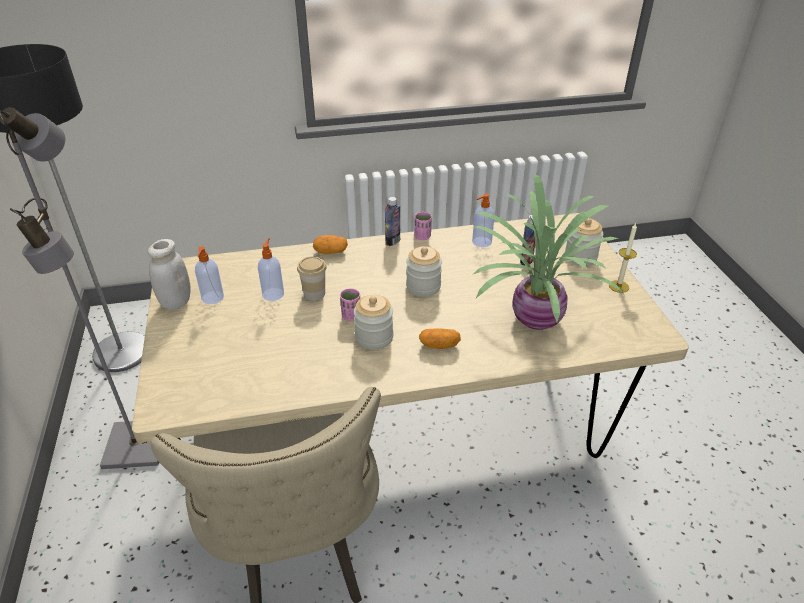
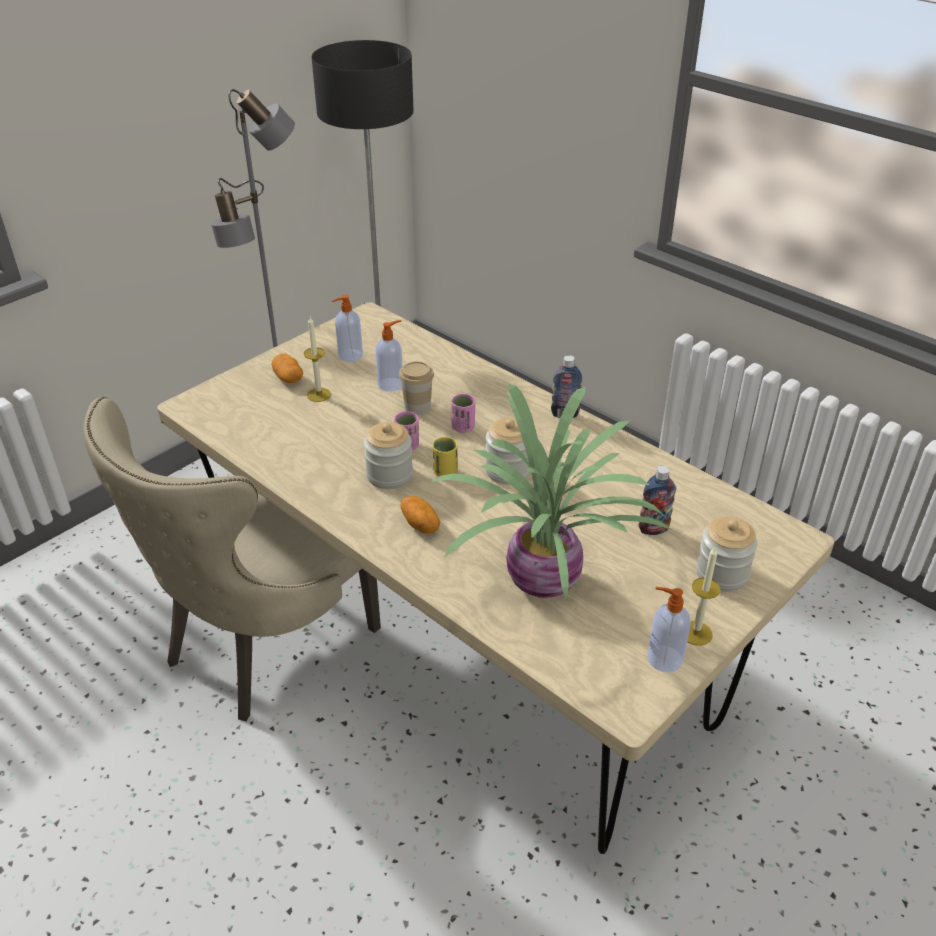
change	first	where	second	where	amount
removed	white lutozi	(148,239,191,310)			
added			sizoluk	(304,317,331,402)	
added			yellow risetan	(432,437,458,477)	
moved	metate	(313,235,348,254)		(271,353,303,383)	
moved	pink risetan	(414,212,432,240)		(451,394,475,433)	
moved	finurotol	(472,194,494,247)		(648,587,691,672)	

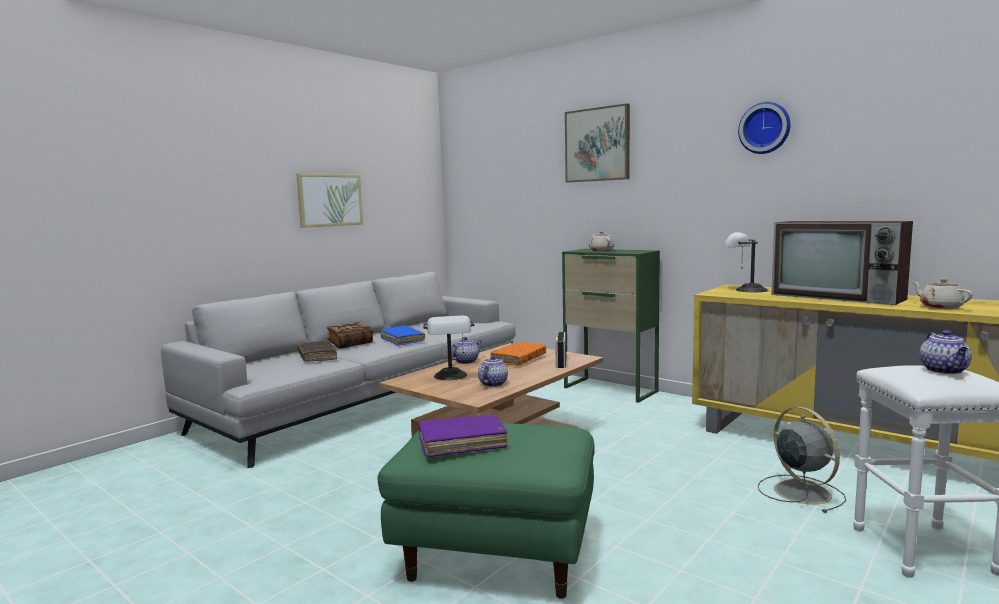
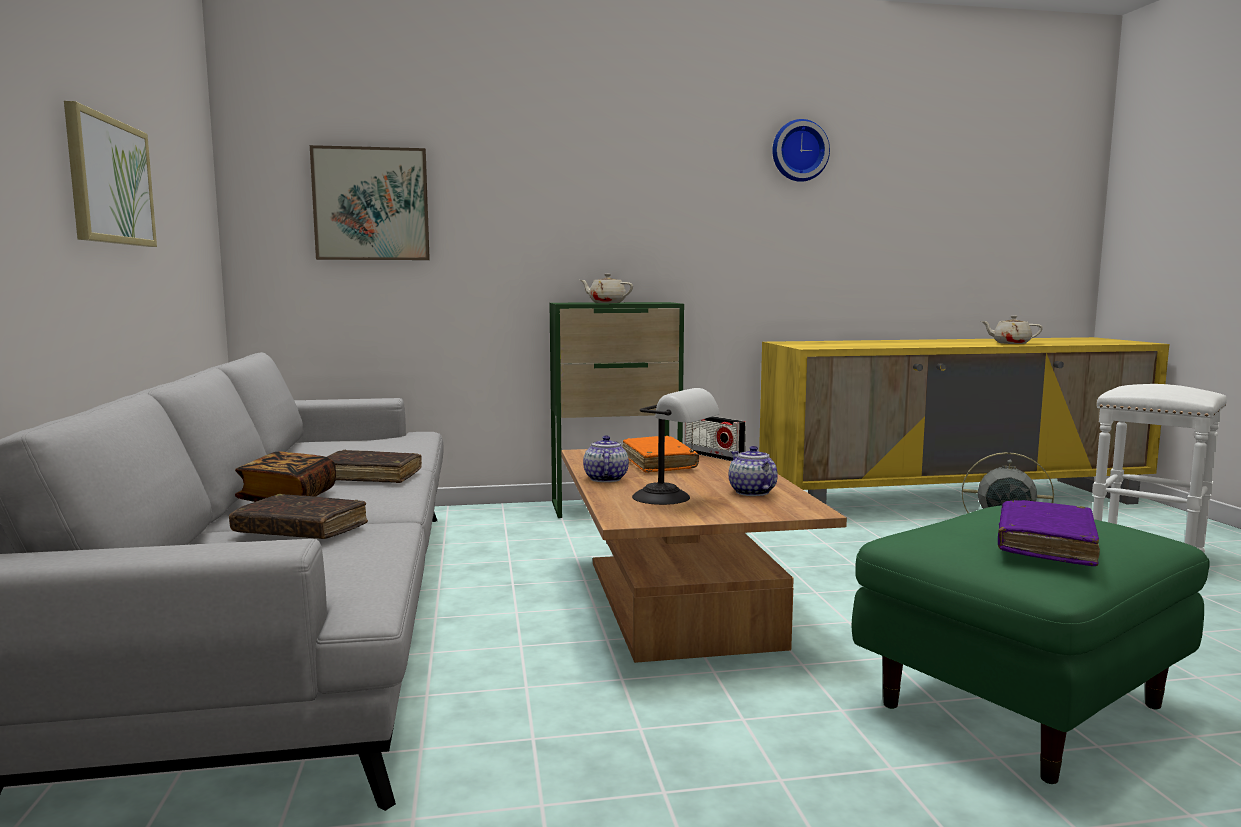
change	first	where	second	where	amount
removed	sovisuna	(724,232,769,292)			
removed	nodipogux	(771,221,913,305)			
removed	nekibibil	(920,330,972,374)			
moved	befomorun	(565,103,630,182)		(310,145,430,260)	
recoloured	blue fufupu	(381,326,425,346)	brown fufupu	(327,449,422,483)	

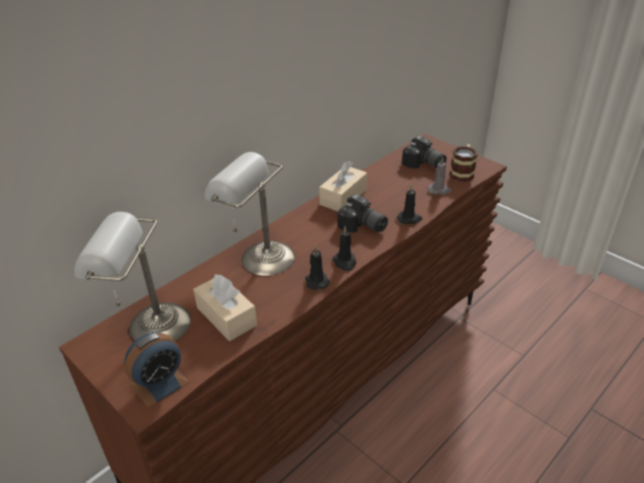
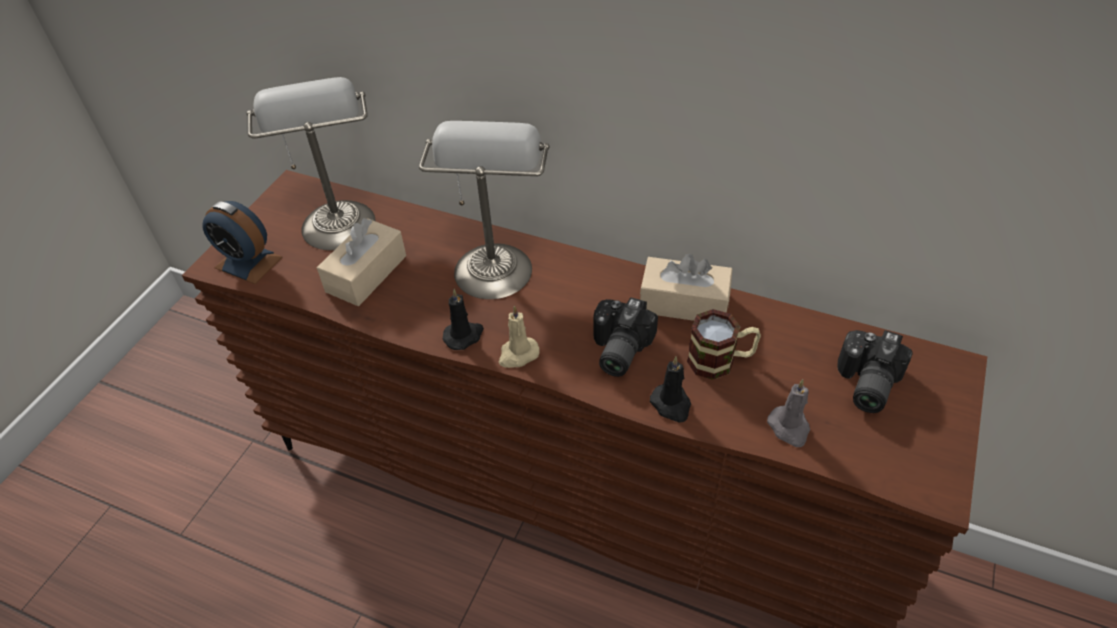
change	first	where	second	where	amount
moved	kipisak	(450,144,478,182)		(687,309,761,380)	
recoloured	black sizoluk	(332,226,356,271)	beige sizoluk	(499,306,540,368)	

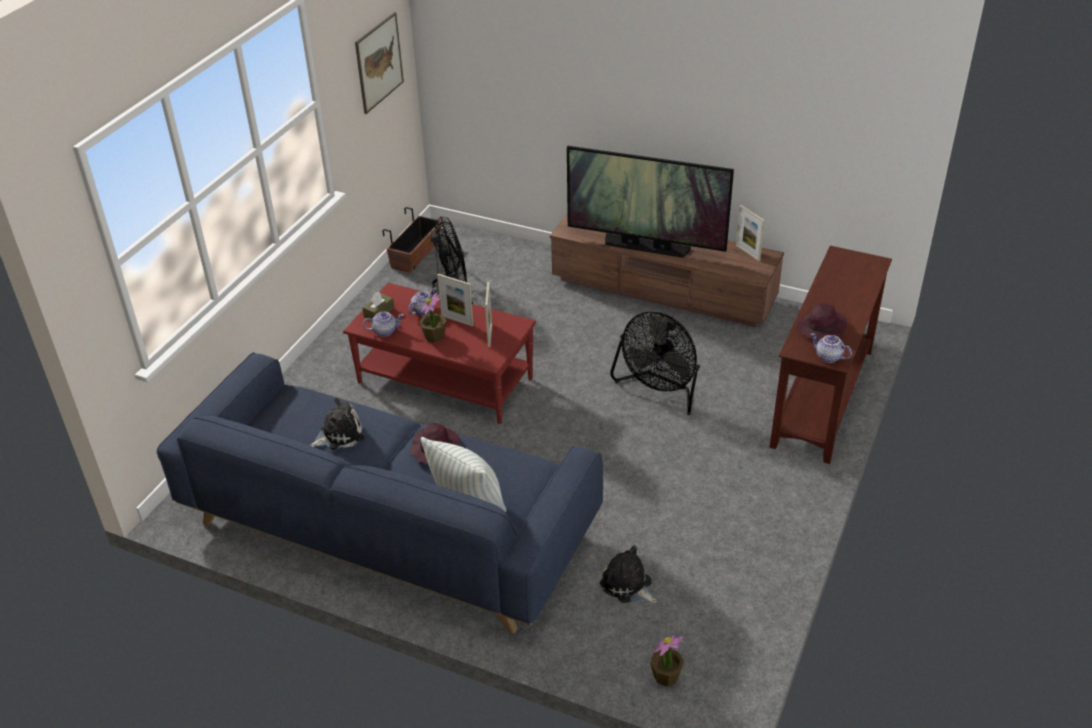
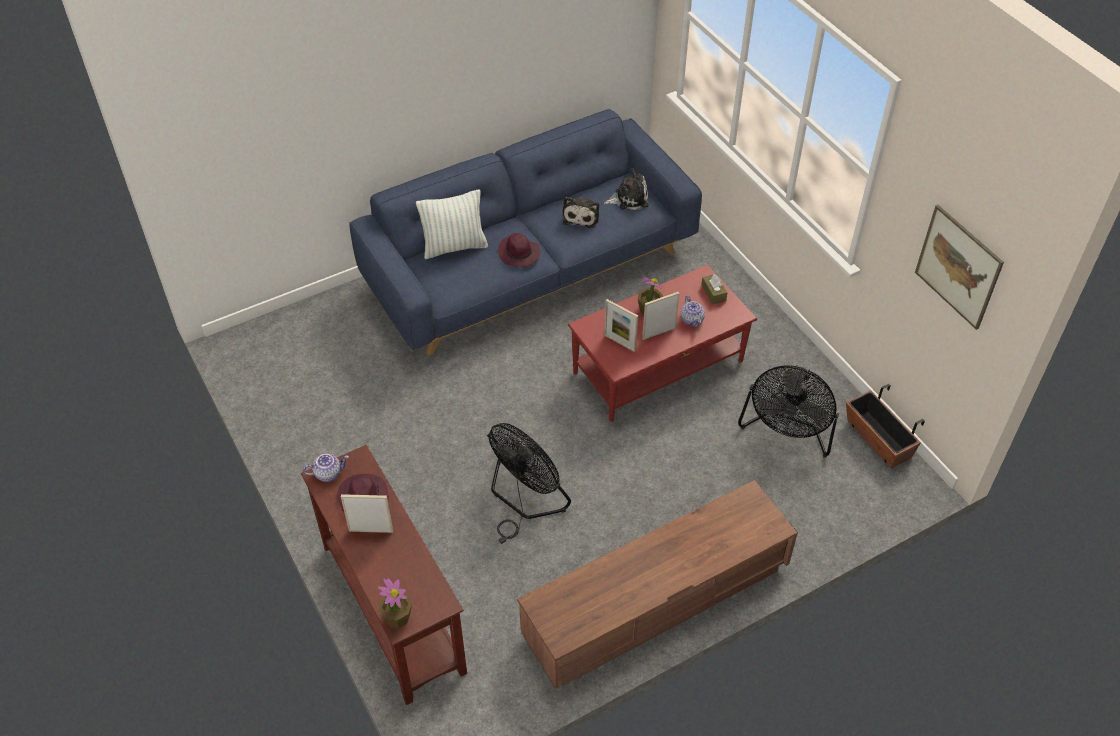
change	first	where	second	where	amount
removed	nekibibil	(363,311,404,337)			
removed	nodipogux	(567,146,734,258)			
moved	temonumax	(600,545,657,603)		(604,168,649,210)	
moved	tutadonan	(650,635,685,687)		(378,578,412,628)	
moved	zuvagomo	(736,205,765,261)		(341,494,393,533)	
turned	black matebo	(610,312,700,415)		(487,423,571,544)	60 degrees clockwise

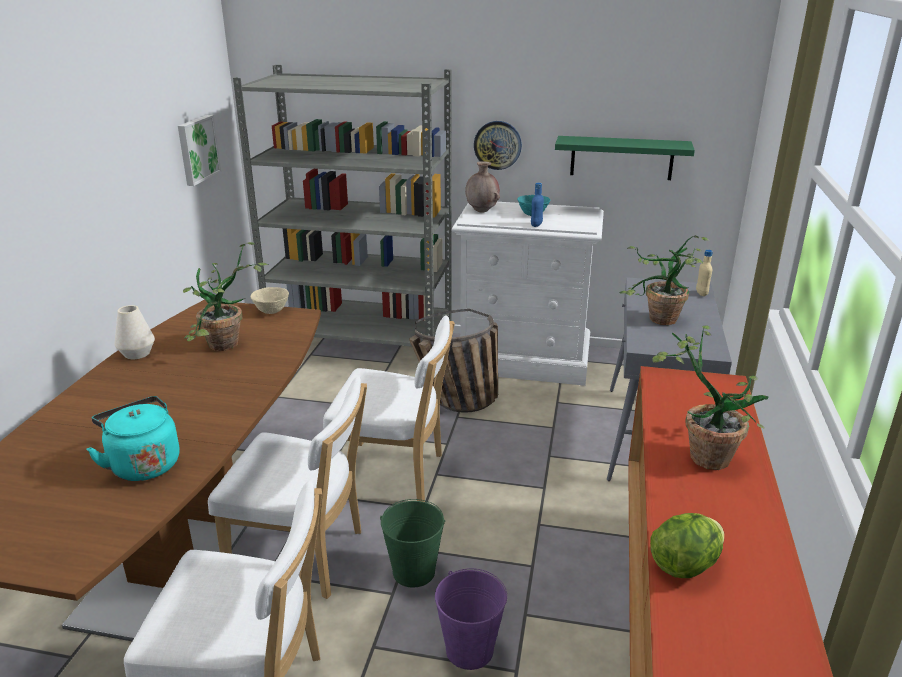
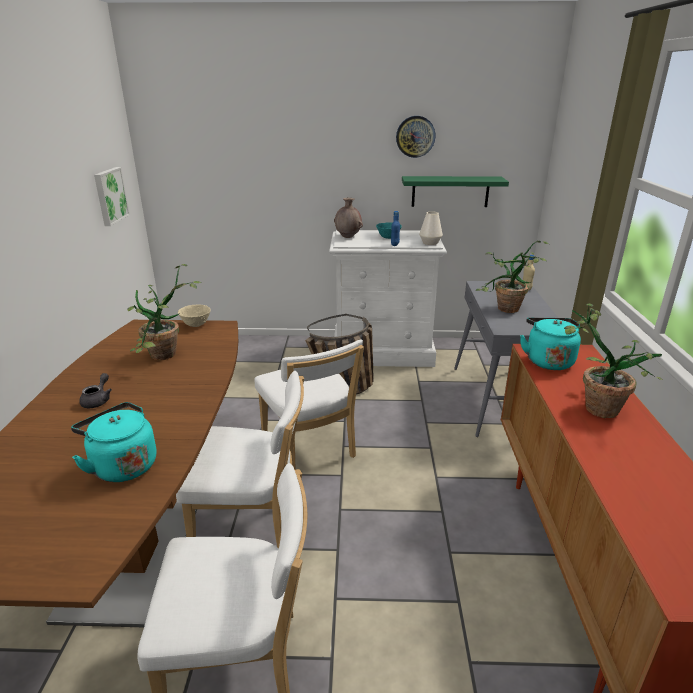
change	first	where	second	where	amount
removed	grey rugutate	(233,65,452,347)			
removed	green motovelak	(380,499,445,588)			
removed	purple motovelak	(435,568,507,670)			
removed	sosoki	(650,513,724,578)			
added			grey nekibibil	(79,373,112,408)	
added			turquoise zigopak	(520,318,581,370)	
moved	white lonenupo	(114,305,155,359)		(419,211,443,245)	
moved	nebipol	(474,121,522,170)		(396,116,435,158)	
turned	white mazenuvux	(323,315,455,502)		(254,340,364,470)	60 degrees clockwise

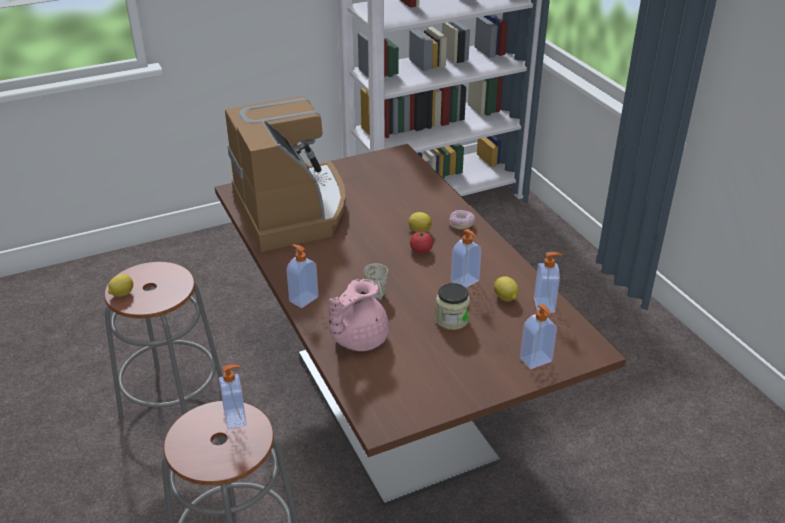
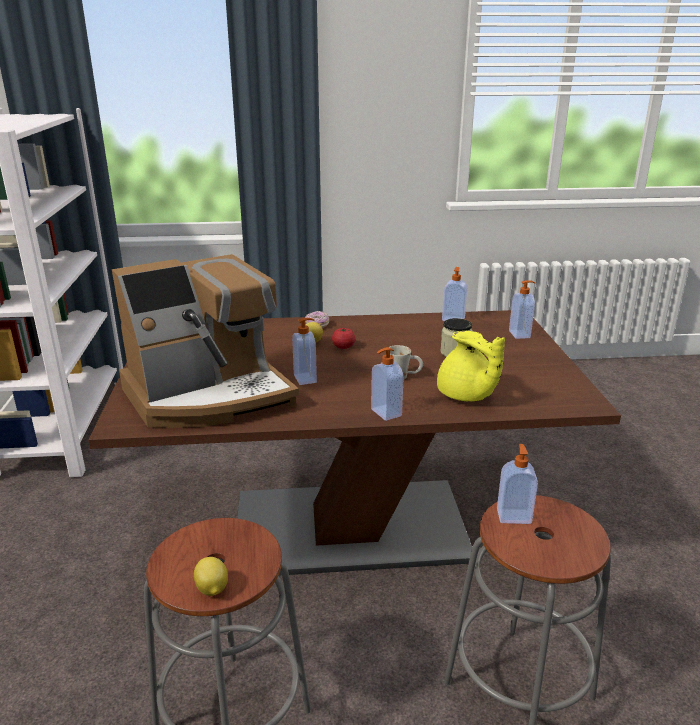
change	first	where	second	where	amount
removed	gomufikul	(494,276,519,301)			
moved	finurotol	(451,229,482,288)		(292,318,317,385)	
recoloured	pink nekibibil	(329,279,389,351)	yellow nekibibil	(437,331,505,401)	
turned	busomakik	(225,96,346,252)		(112,254,299,428)	150 degrees clockwise

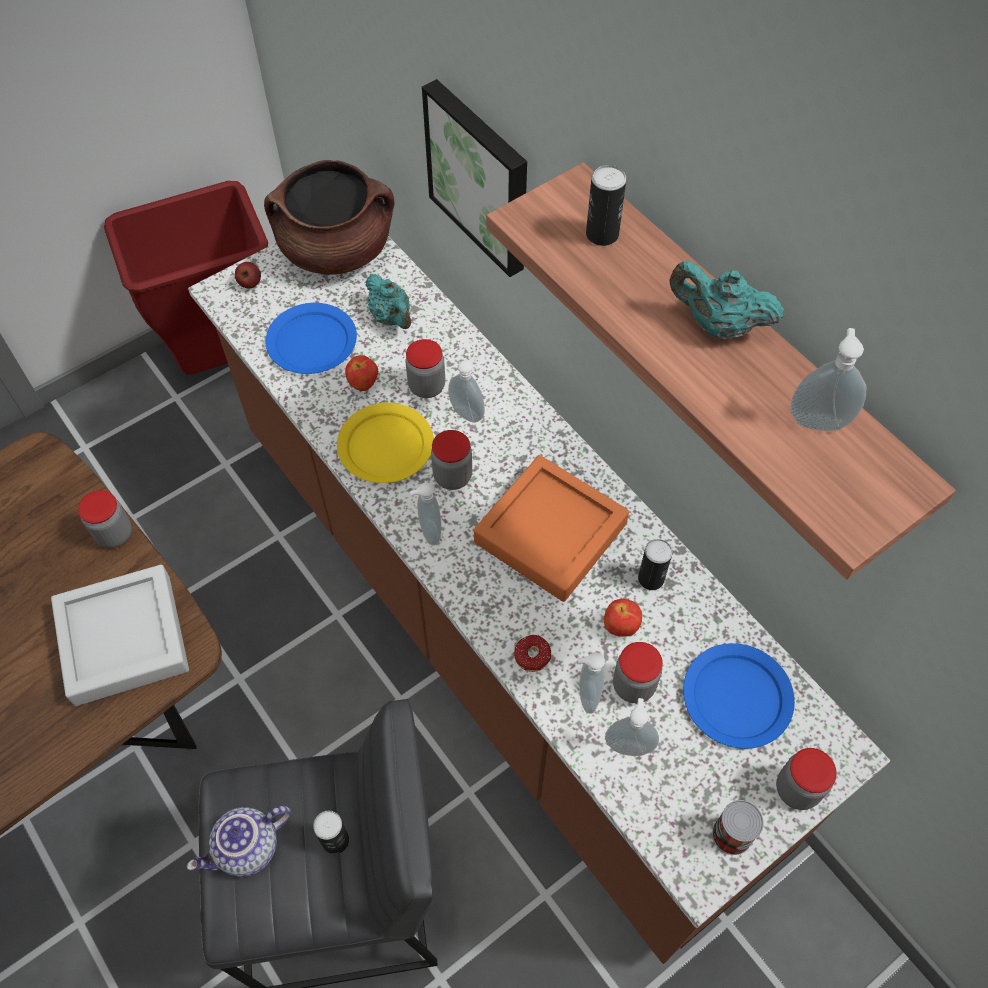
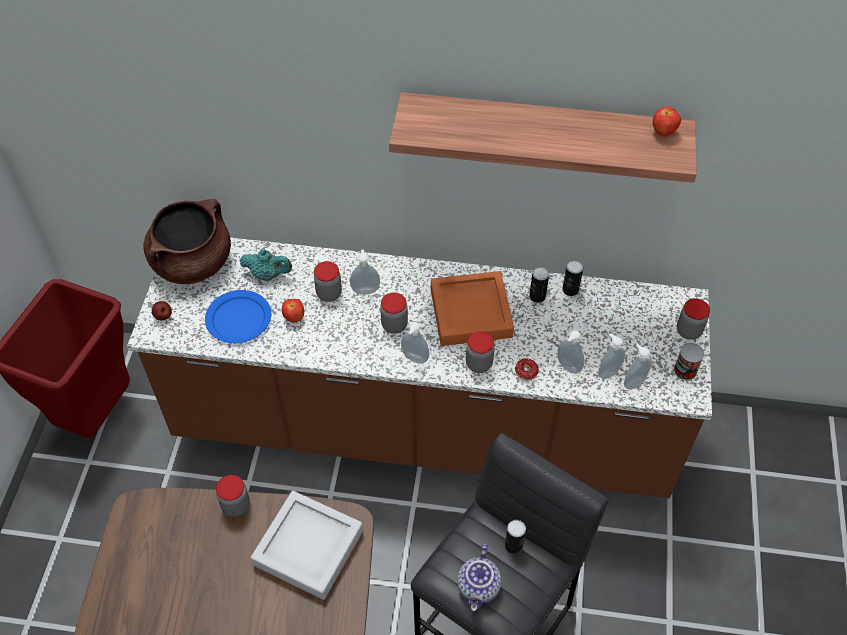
change	first	where	second	where	amount
removed	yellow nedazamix	(337,403,434,483)			
removed	befomorun	(422,79,527,277)			
removed	turquoise nekibibil	(669,261,784,340)			
removed	blue nedazamix	(683,643,795,749)			
moved	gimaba	(586,165,626,246)		(562,260,583,296)	
moved	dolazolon	(604,599,642,637)		(653,106,681,137)	
moved	lutozi	(613,642,663,703)		(466,331,494,373)	
moved	finurotol	(791,328,866,431)		(624,344,651,390)	

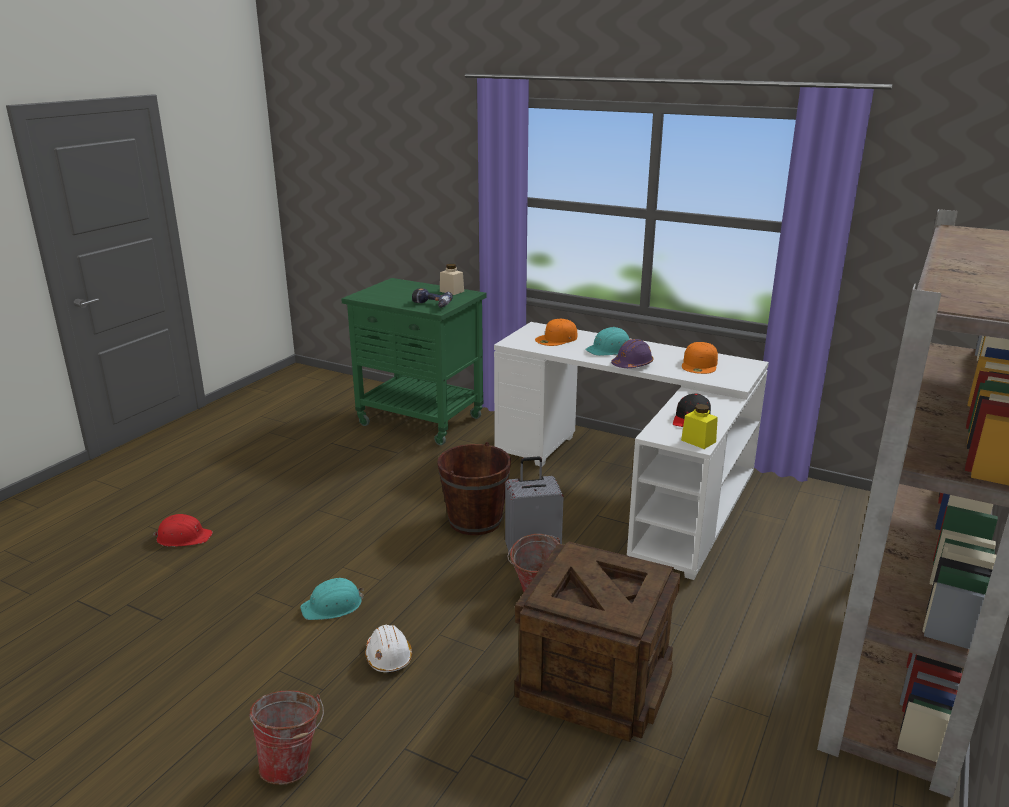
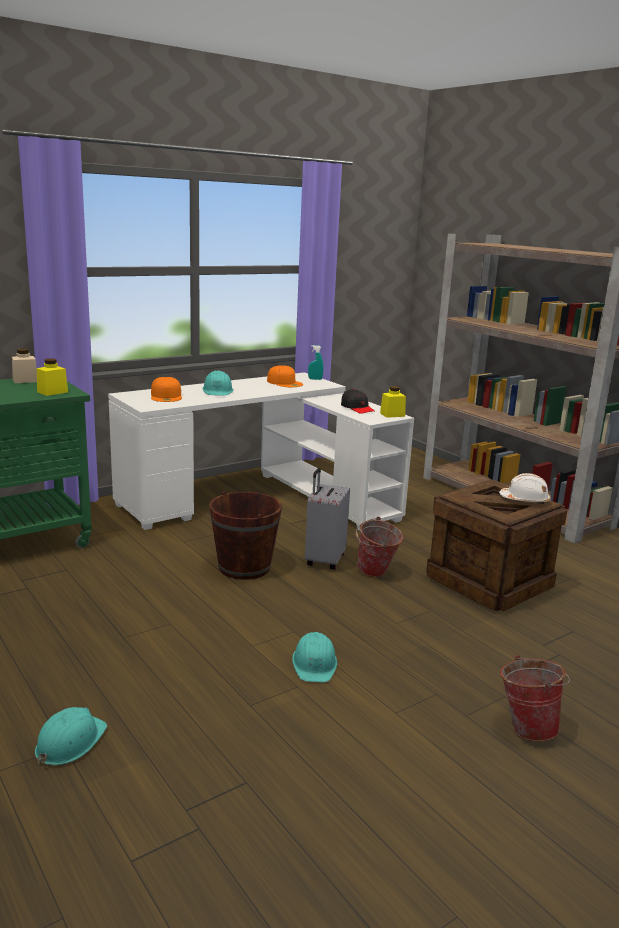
change	first	where	second	where	amount
removed	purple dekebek	(611,339,654,368)			
added			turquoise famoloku	(308,345,323,380)	
moved	white dekebek	(365,625,412,673)		(499,473,551,504)	
replaced	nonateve	(412,288,453,308)	yellow lutozi	(37,358,68,396)	
recoloured	red dekebek	(153,514,213,547)	turquoise dekebek	(35,707,107,765)	

